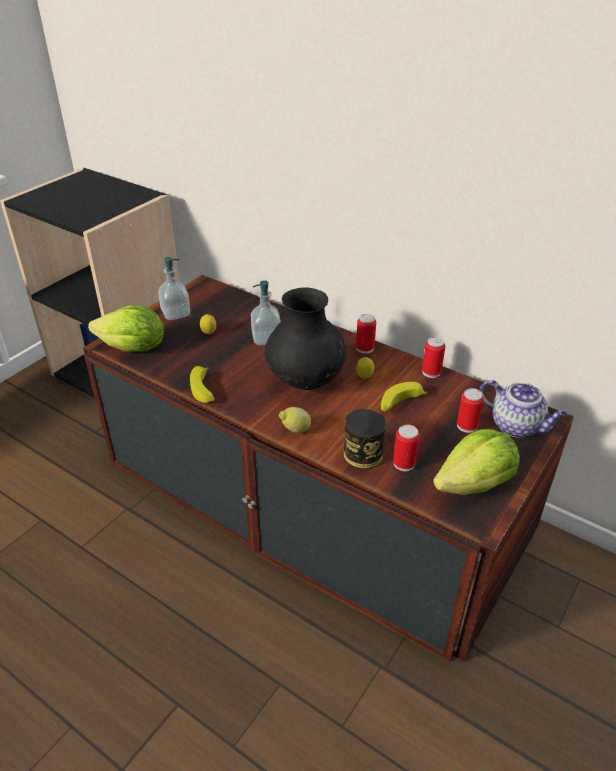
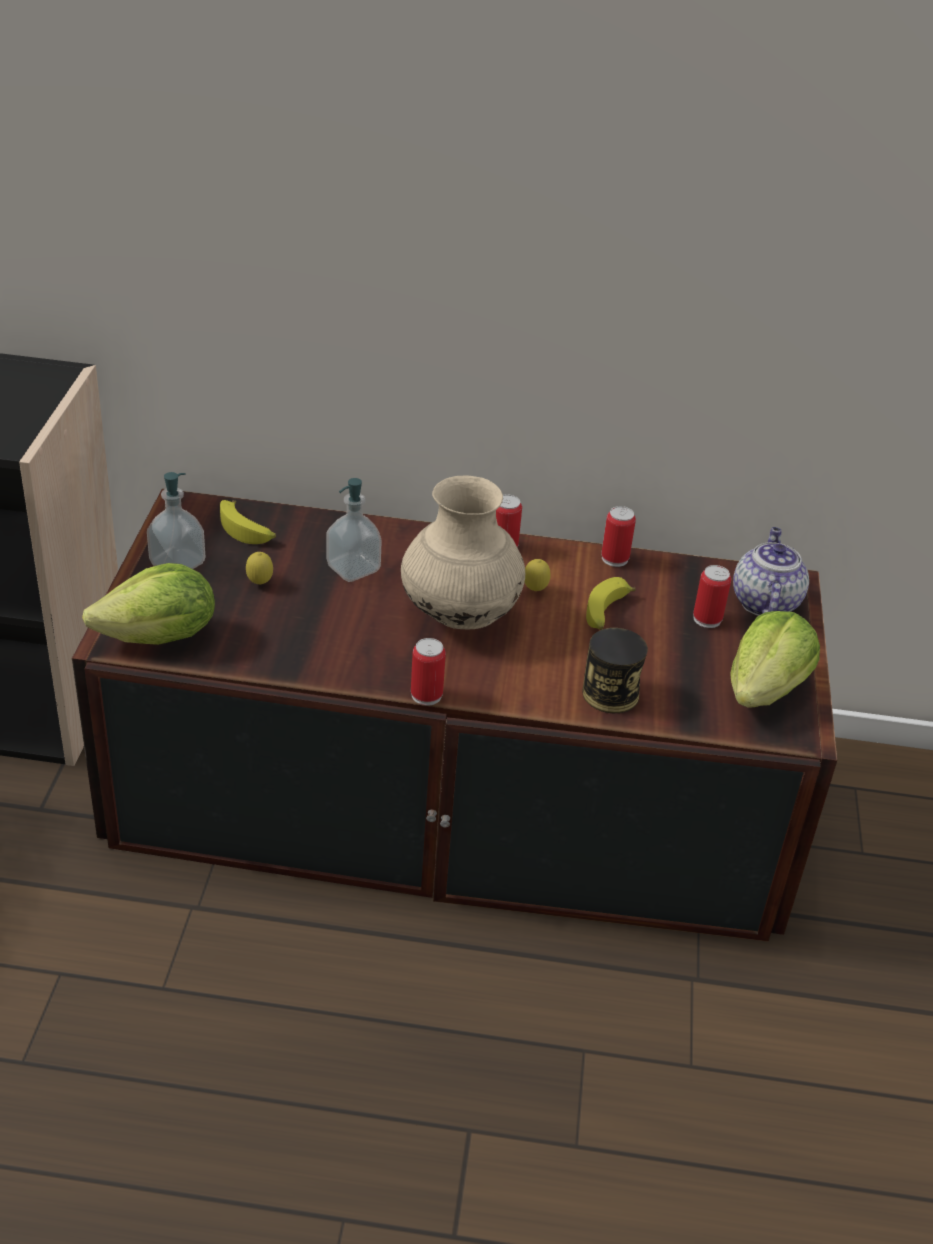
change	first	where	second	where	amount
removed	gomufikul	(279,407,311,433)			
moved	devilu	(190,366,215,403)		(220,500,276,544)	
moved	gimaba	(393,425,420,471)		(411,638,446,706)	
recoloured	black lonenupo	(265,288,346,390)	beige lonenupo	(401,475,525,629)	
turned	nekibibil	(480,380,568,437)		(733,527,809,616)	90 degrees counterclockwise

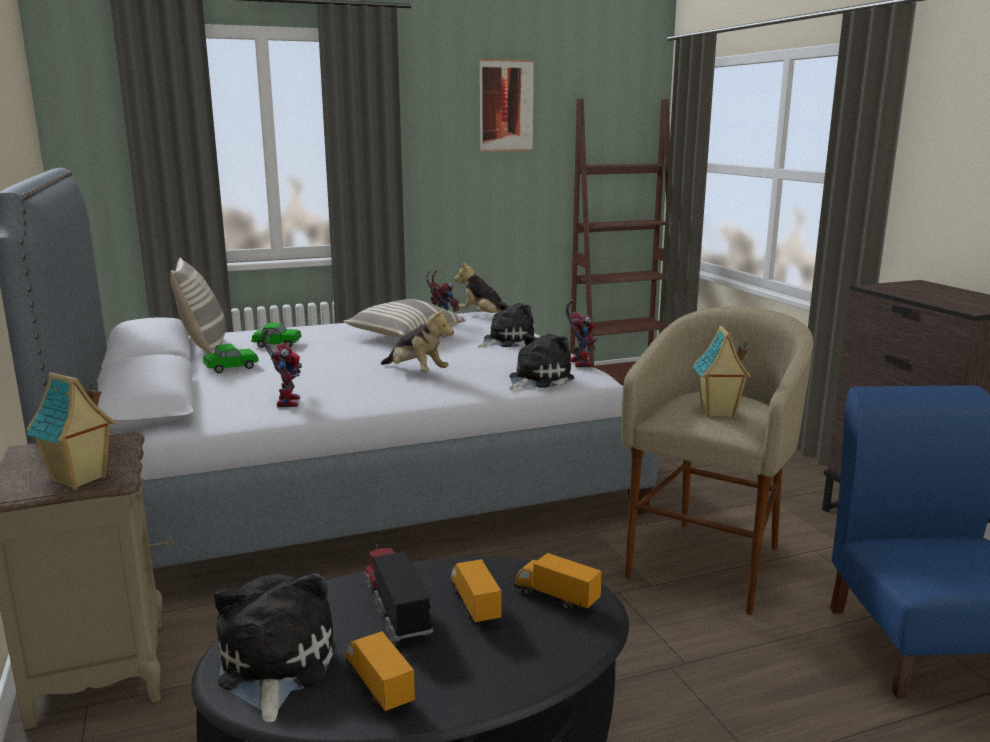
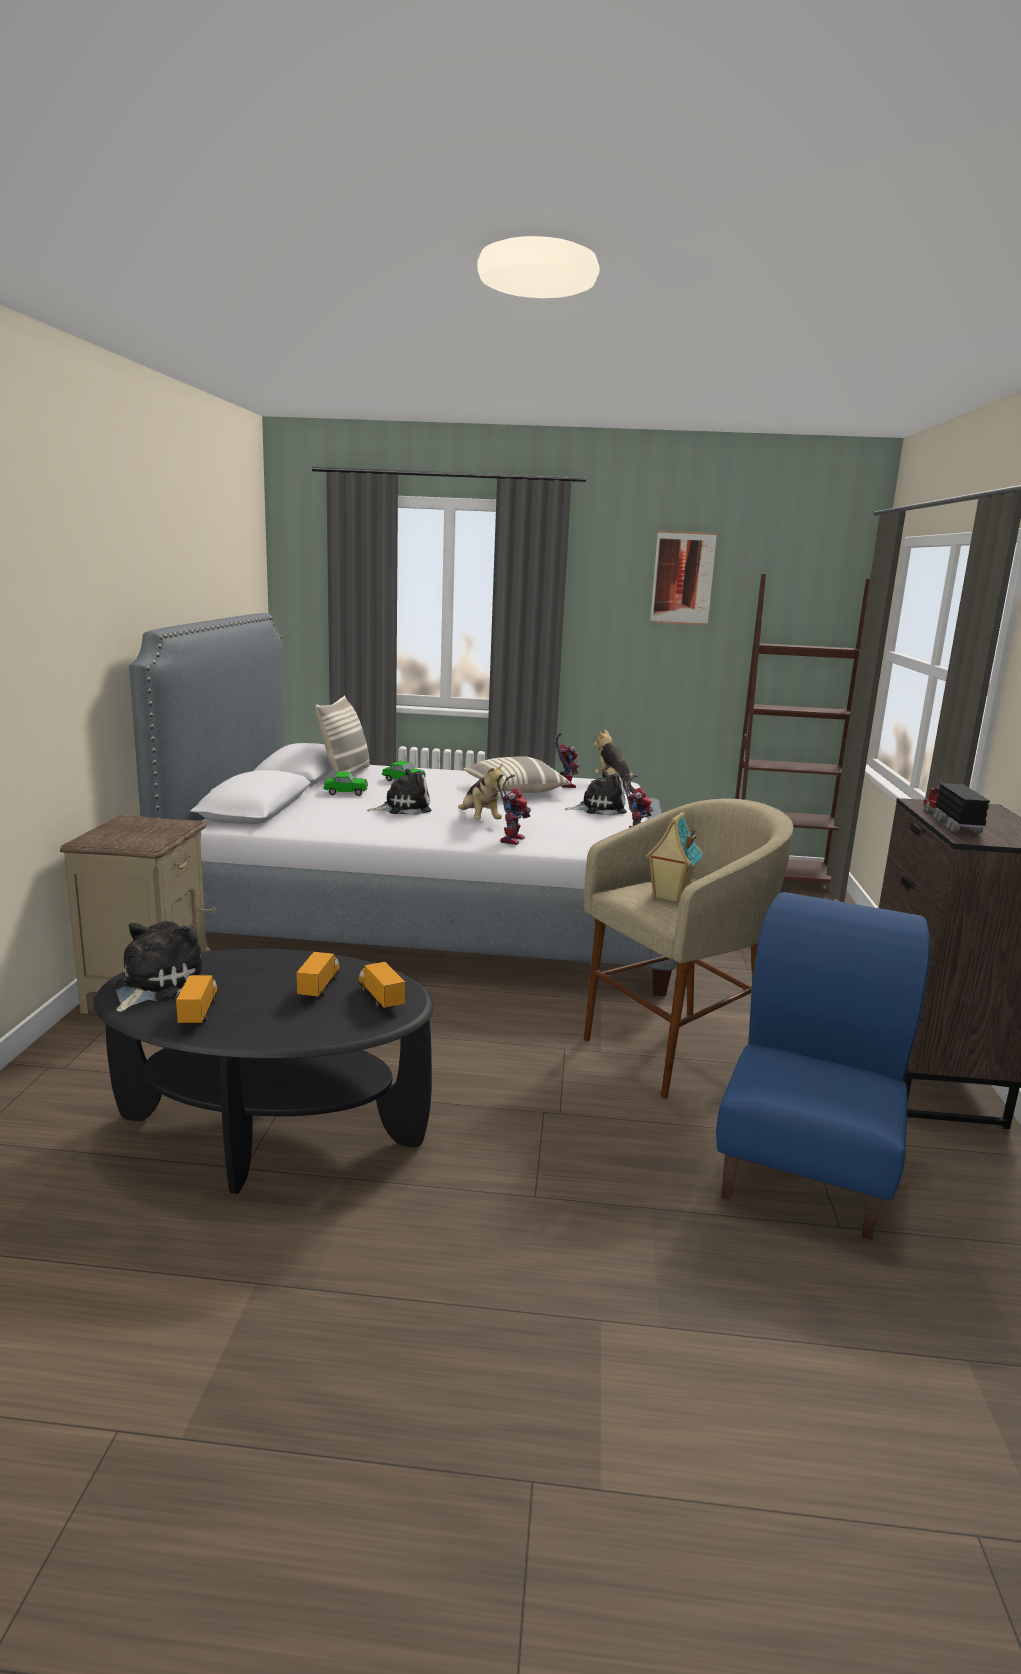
change	first	where	second	where	amount
removed	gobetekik	(26,372,116,489)			
moved	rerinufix	(262,328,302,407)		(497,774,531,845)	
moved	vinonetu	(364,544,433,643)		(922,777,990,834)	
moved	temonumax	(509,333,574,390)		(367,769,431,815)	

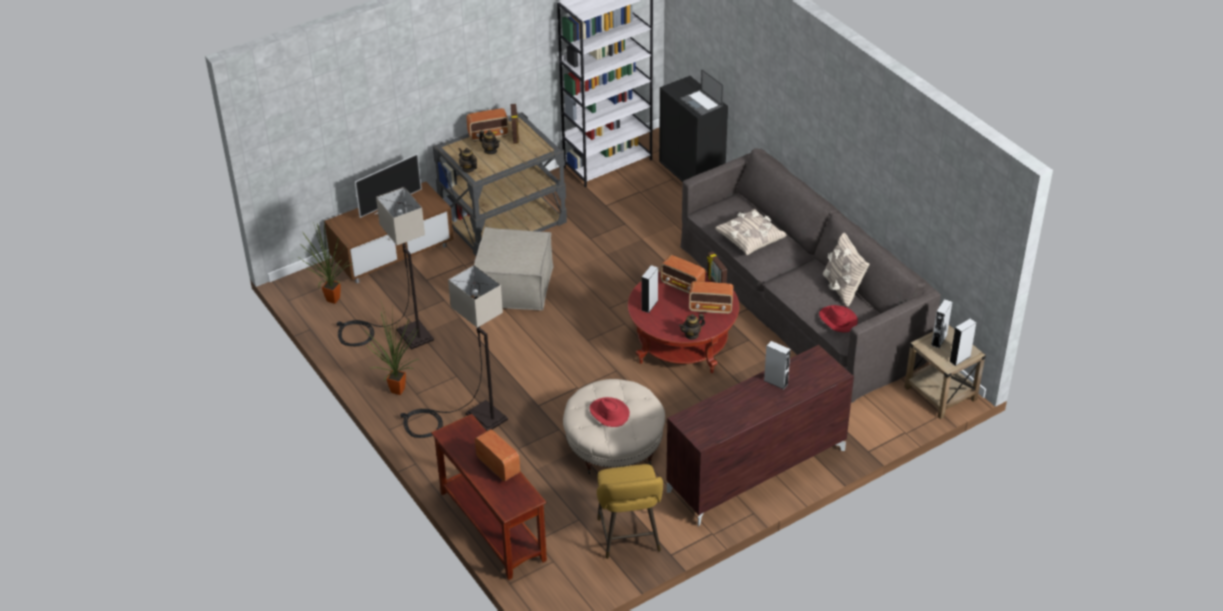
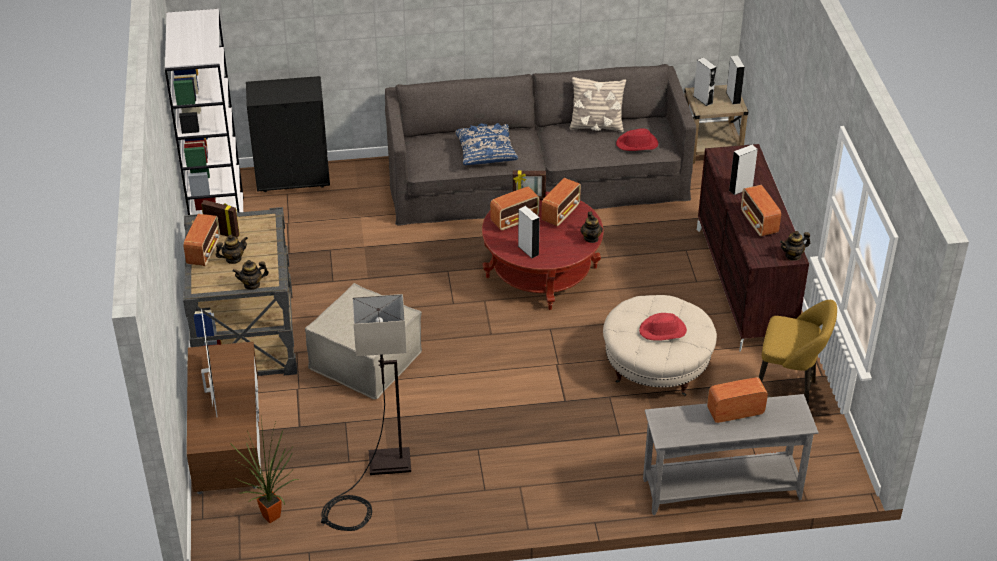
change	first	where	second	where	amount
removed	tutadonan	(365,302,419,395)			
removed	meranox	(400,265,508,438)			
removed	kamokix	(680,69,723,115)			
added			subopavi	(741,185,781,237)	
added			nekibibil	(780,231,810,261)	
recoloured	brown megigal	(431,414,547,580)	grey megigal	(643,394,818,515)	
recoloured	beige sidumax	(715,209,786,255)	blue sidumax	(455,123,518,165)	

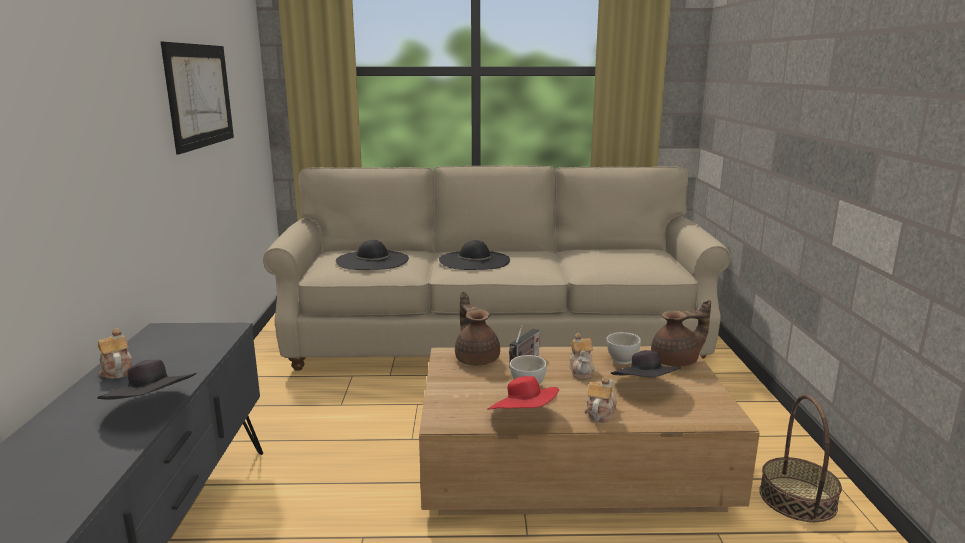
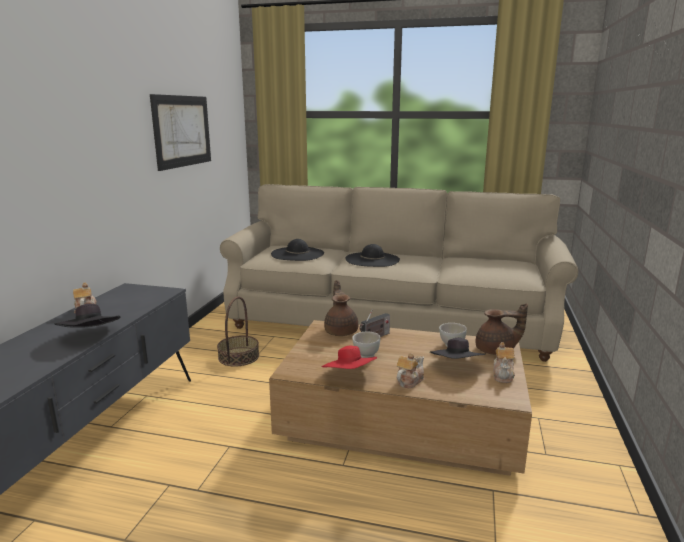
change	first	where	second	where	amount
moved	nekibibil	(570,333,594,379)		(493,342,515,383)	
moved	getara	(759,395,842,522)		(217,296,259,367)	

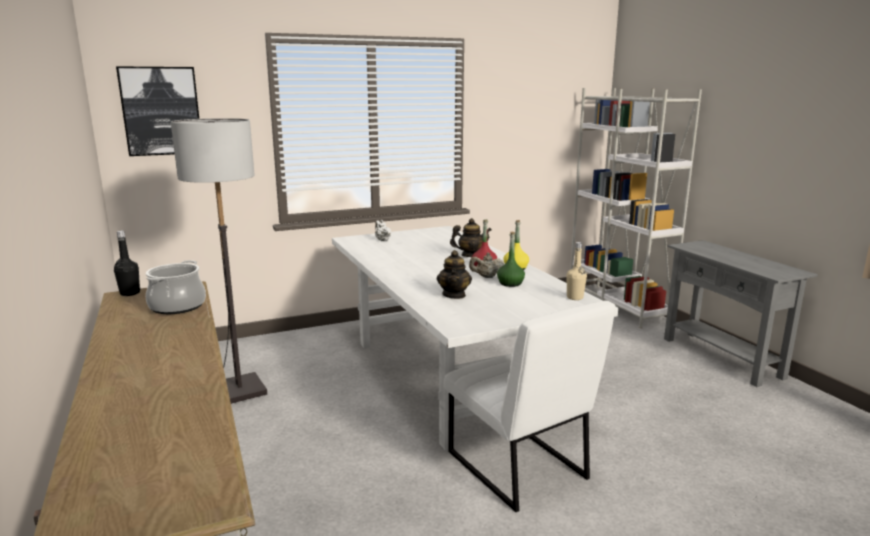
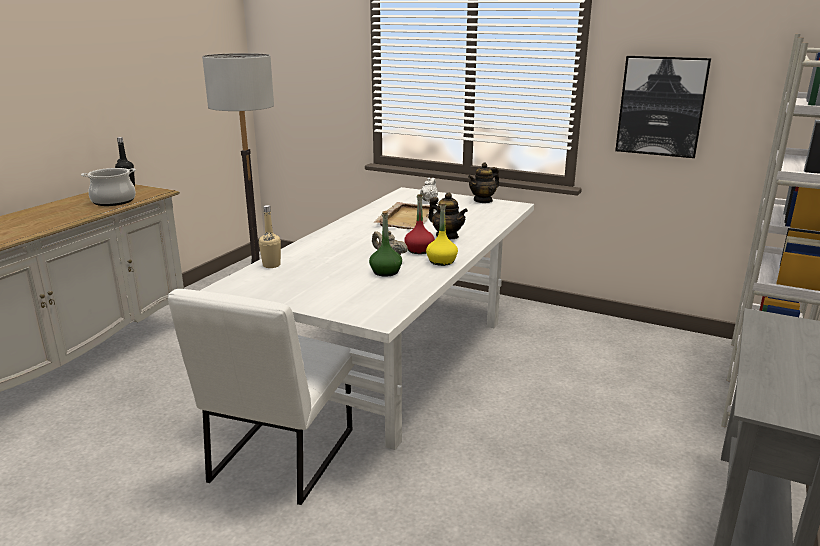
change	first	where	second	where	amount
added			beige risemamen	(373,202,436,229)	
moved	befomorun	(116,66,199,156)		(615,56,711,158)	
moved	nekibibil	(437,250,472,299)		(468,163,499,203)	
moved	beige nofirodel	(566,242,587,300)		(259,205,281,268)	

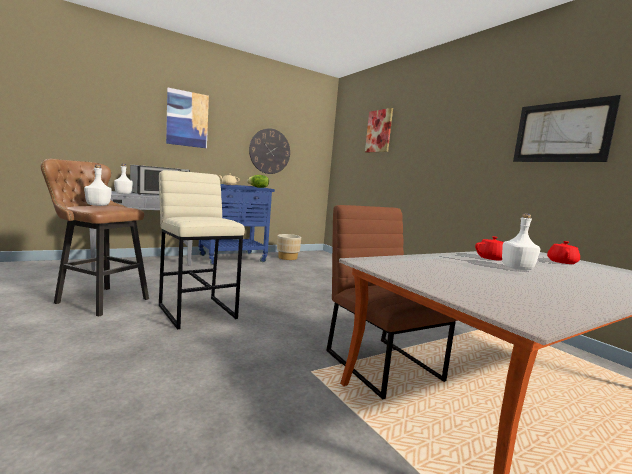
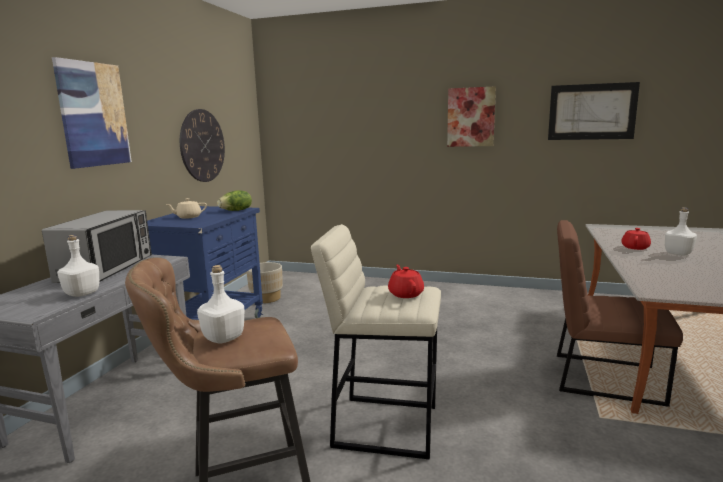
change	first	where	second	where	amount
moved	befomorun	(365,108,393,152)		(447,86,496,147)	
moved	red nekibibil	(547,241,580,264)		(388,265,424,298)	

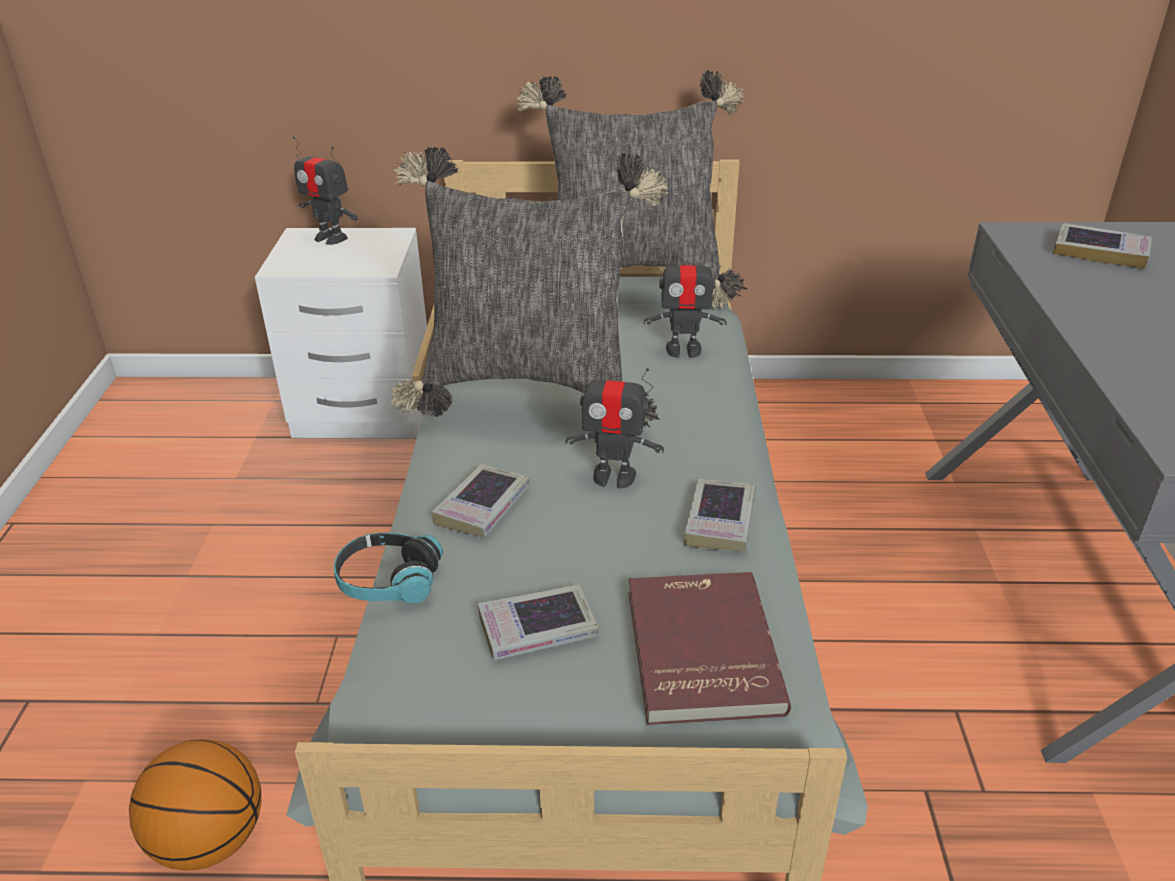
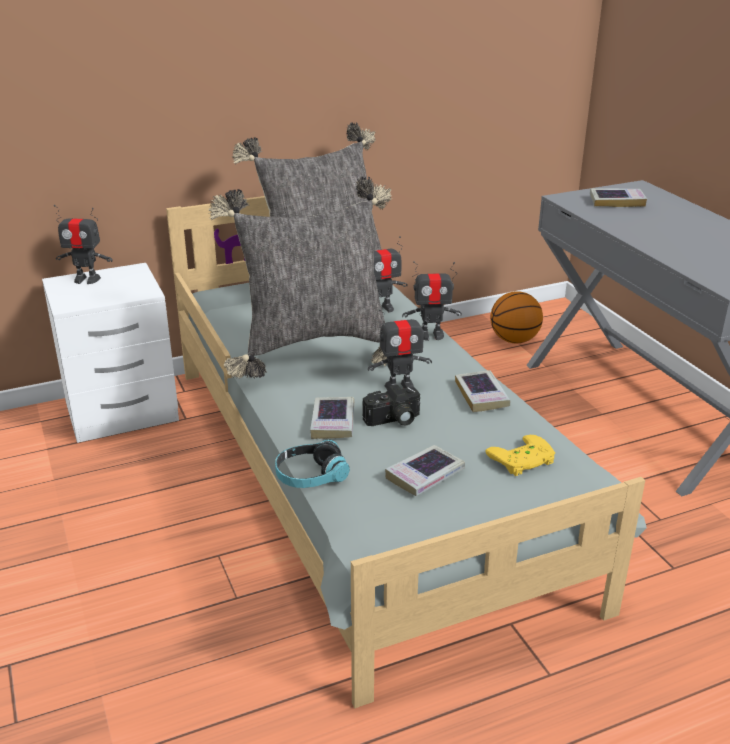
change	first	where	second	where	amount
added			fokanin	(362,385,420,426)	
added			rerinufix	(402,261,462,341)	
moved	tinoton	(129,739,262,871)		(490,291,543,343)	
replaced	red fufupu	(629,572,791,725)	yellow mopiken	(485,435,555,476)	

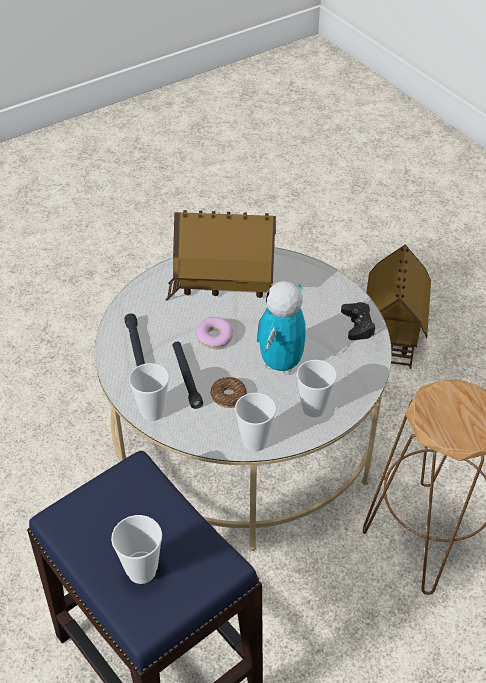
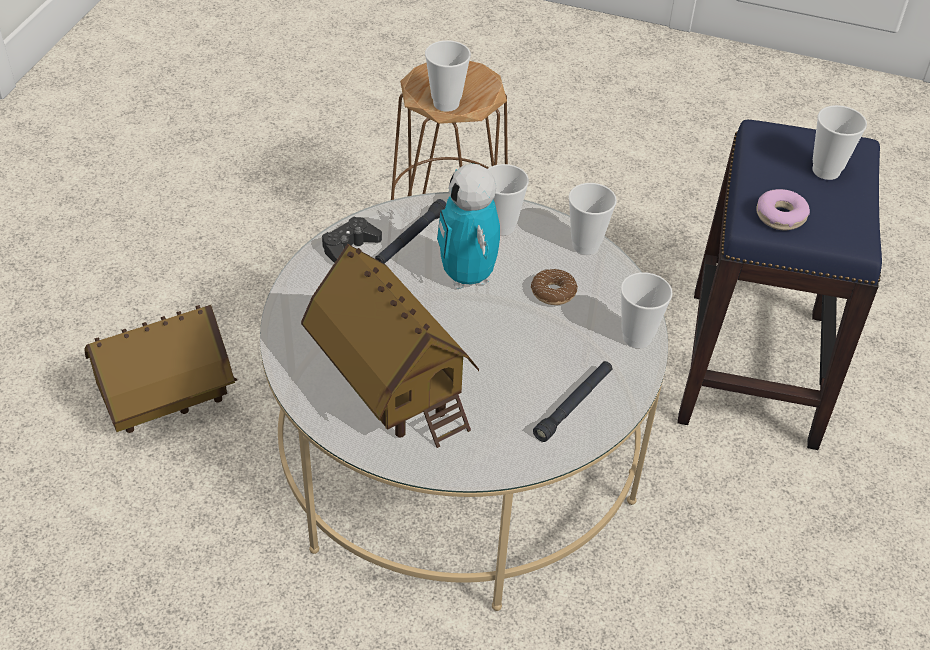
change	first	where	second	where	amount
added			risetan	(425,40,471,112)	
moved	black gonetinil	(172,341,203,409)		(375,199,447,264)	
moved	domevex	(196,317,233,349)		(756,189,810,230)	
turned	rerinufix	(257,281,306,375)		(437,164,500,289)	90 degrees clockwise

